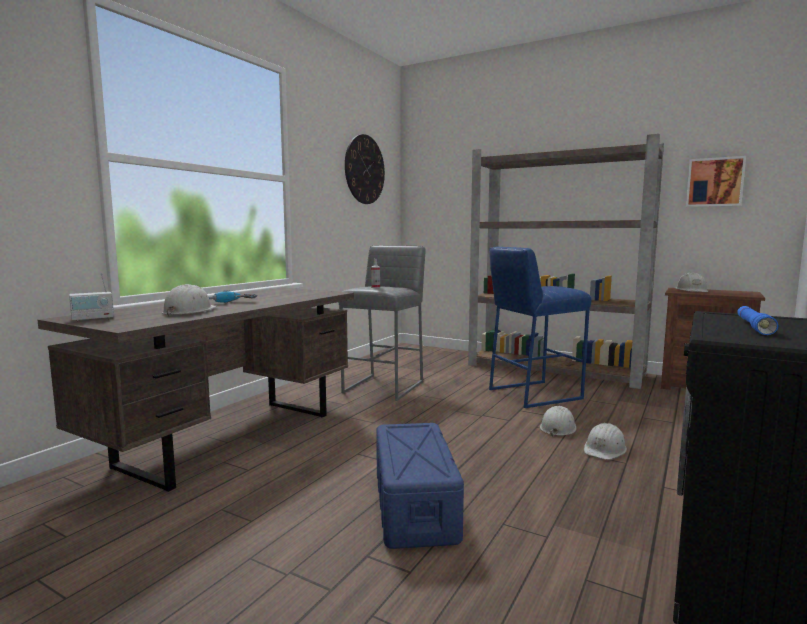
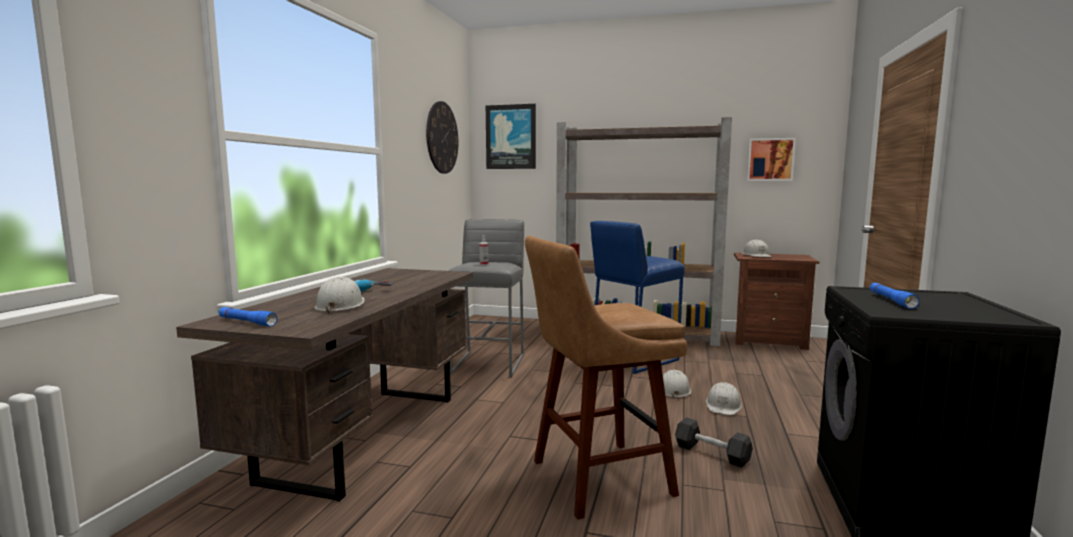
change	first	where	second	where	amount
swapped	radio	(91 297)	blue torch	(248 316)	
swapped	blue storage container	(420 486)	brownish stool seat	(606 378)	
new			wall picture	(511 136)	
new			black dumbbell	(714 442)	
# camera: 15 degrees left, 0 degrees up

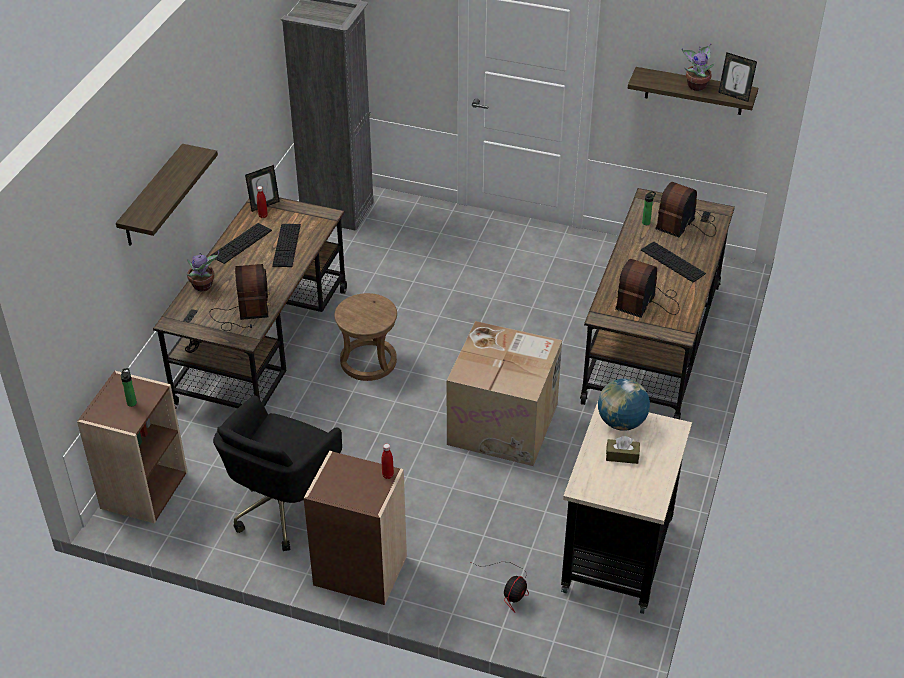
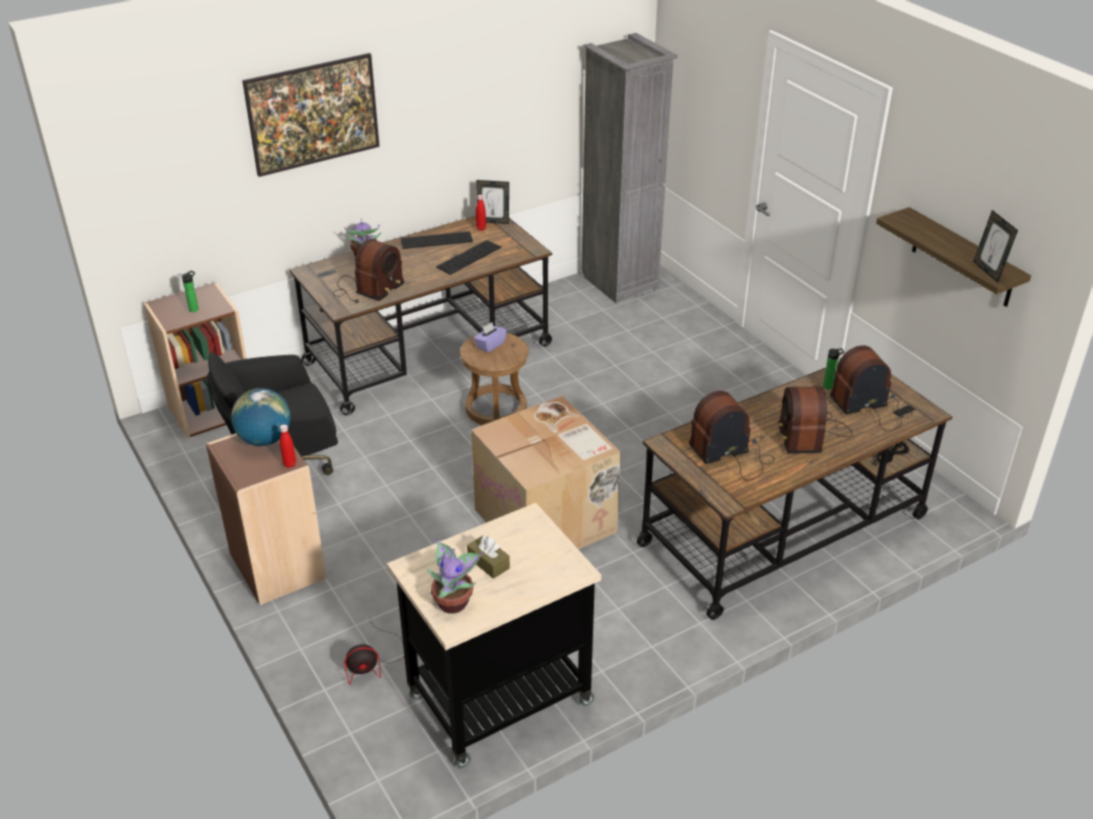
change	first	where	second	where	amount
swapped	wall shelf	(167 195)	wall picture	(311 115)	
shifted	globe	(624 405)		(261 417)	
swapped	PC keyboard	(673 262)	radio	(815 420)	
shifted	plant in a pot	(698 67)		(455 575)	
new			purple box of tissues	(490 337)	
# camera: 40 degrees right, 5 degrees down

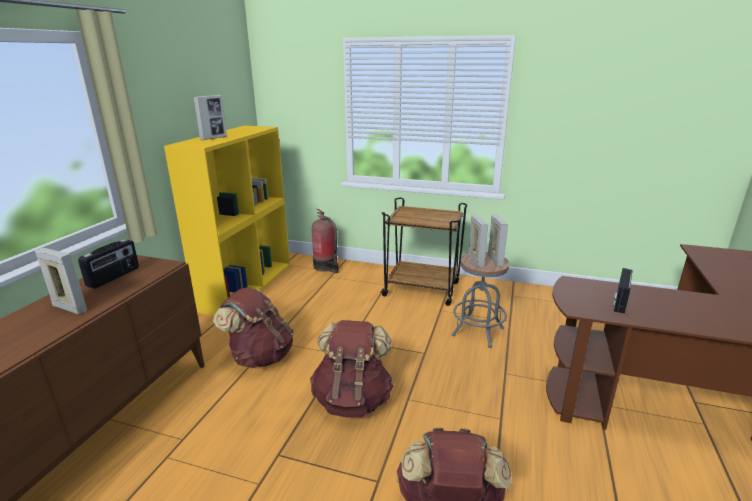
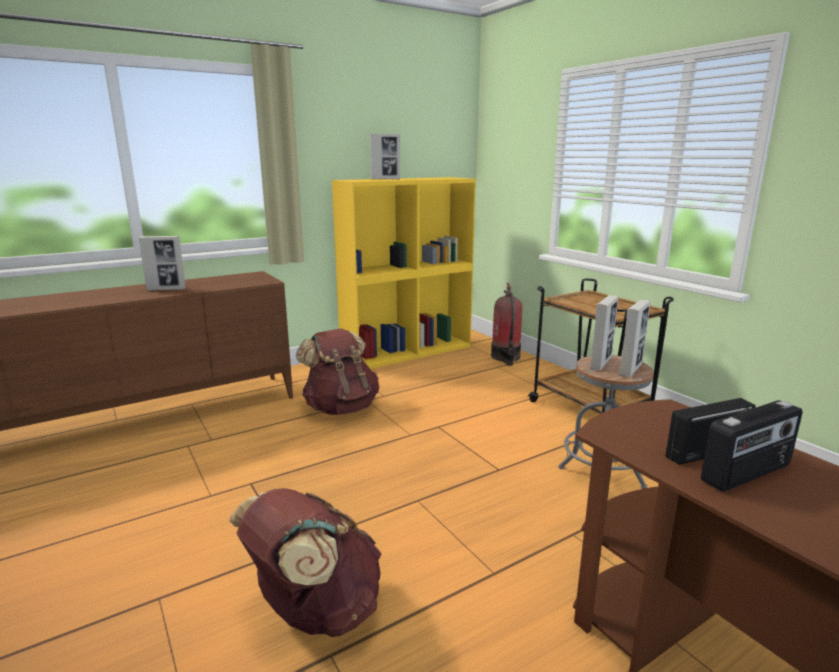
change	first	where	second	where	amount
rotated	standing frame	(61 281)		(162 263)	105 degrees clockwise
shifted	radio	(108 264)		(752 446)	
gone	brownish knapsack	(352 369)			
# camera: 40 degrees right, 5 degrees down

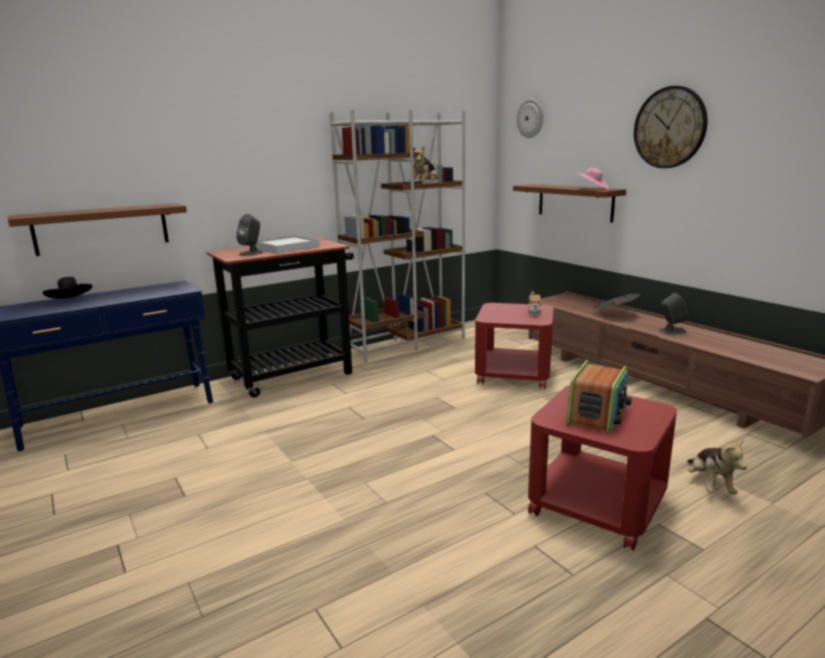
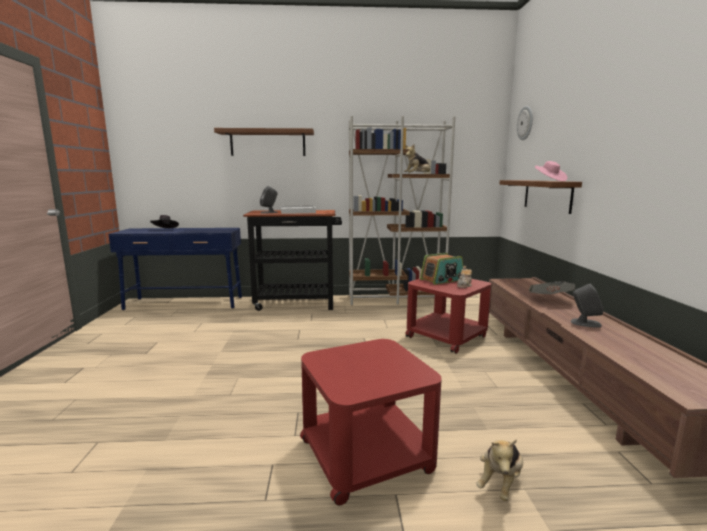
change	first	where	second	where	amount
shifted	brownish wall shelf	(97 229)		(264 142)	
shifted	radio	(599 397)		(441 269)	
gone	hanging clock	(671 127)			
# camera: 30 degrees right, 5 degrees down

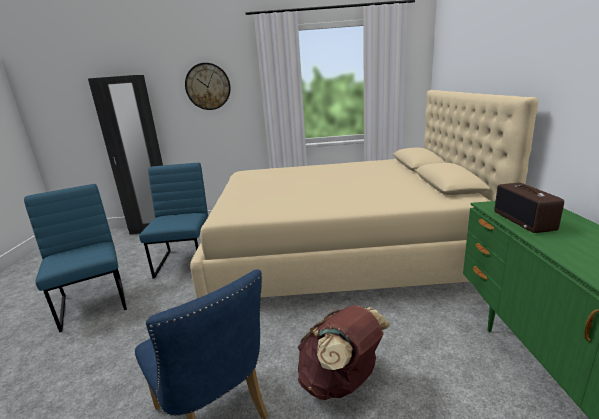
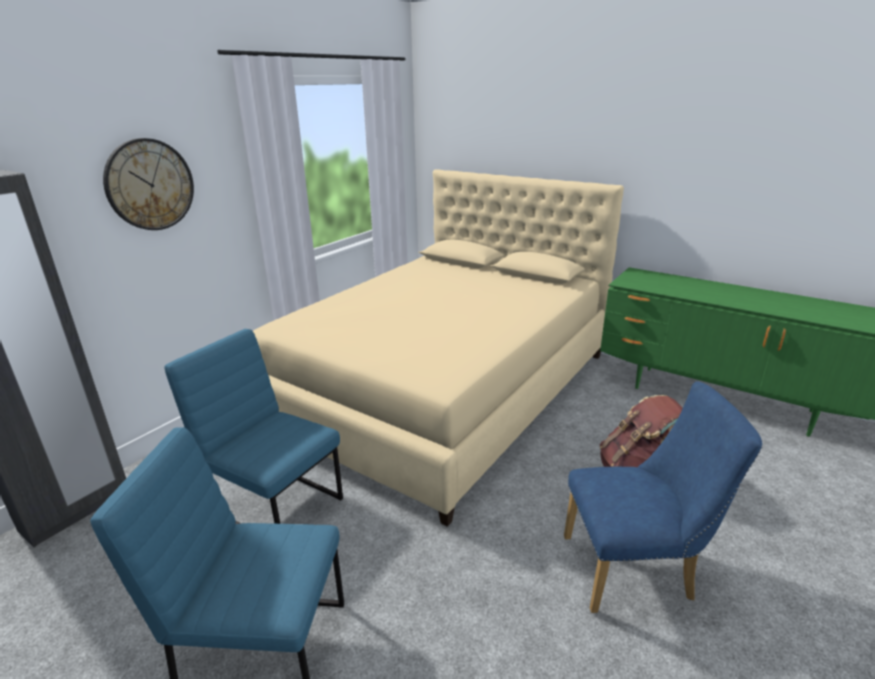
change	first	where	second	where	amount
gone	radio	(529 208)			
# camera: 55 degrees left, 5 degrees up

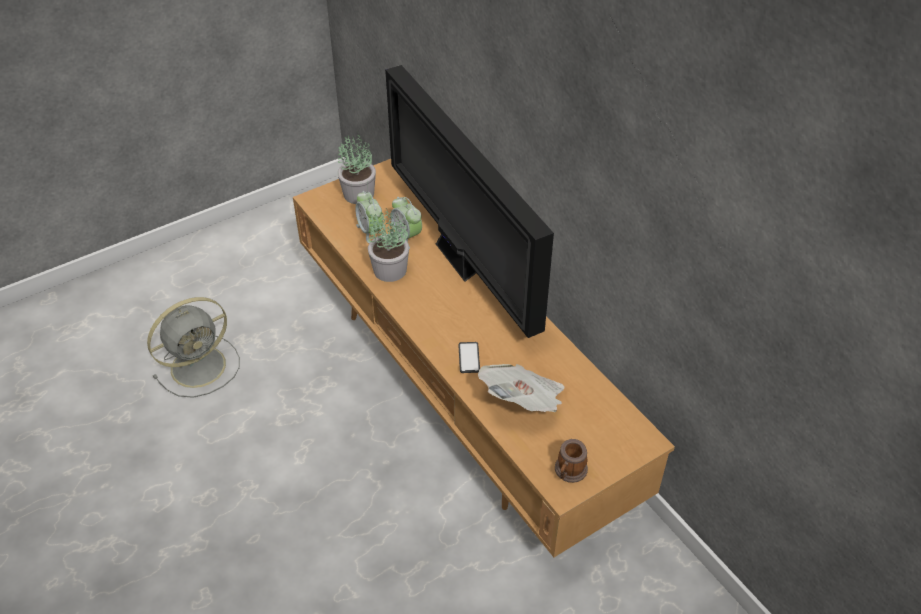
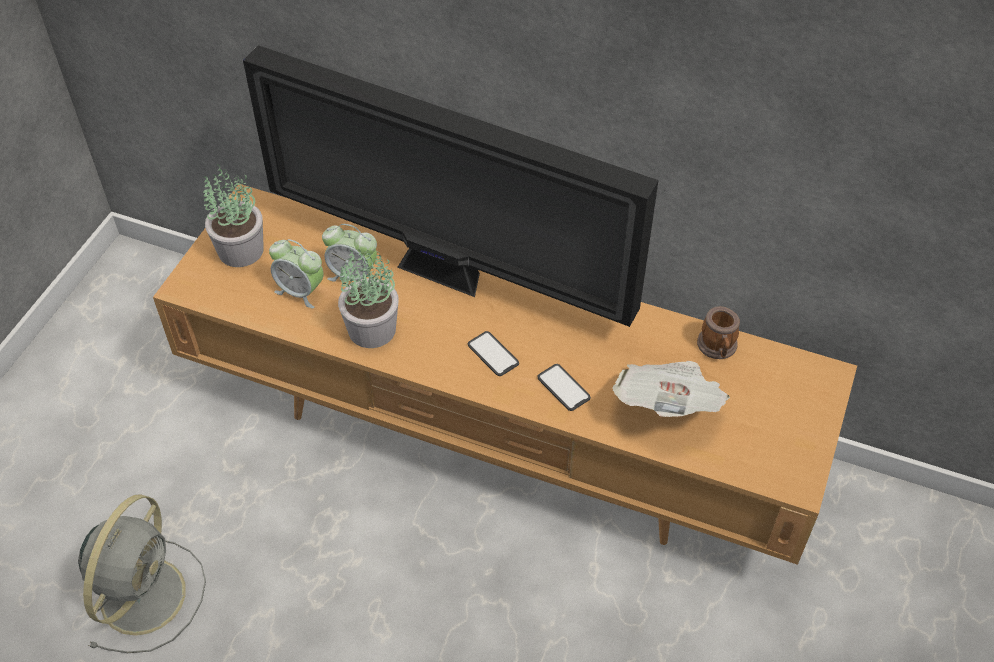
change	first	where	second	where	amount
shifted	mug	(571 461)		(718 332)	
new			telephone	(493 353)	
# camera: 35 degrees left, 5 degrees up

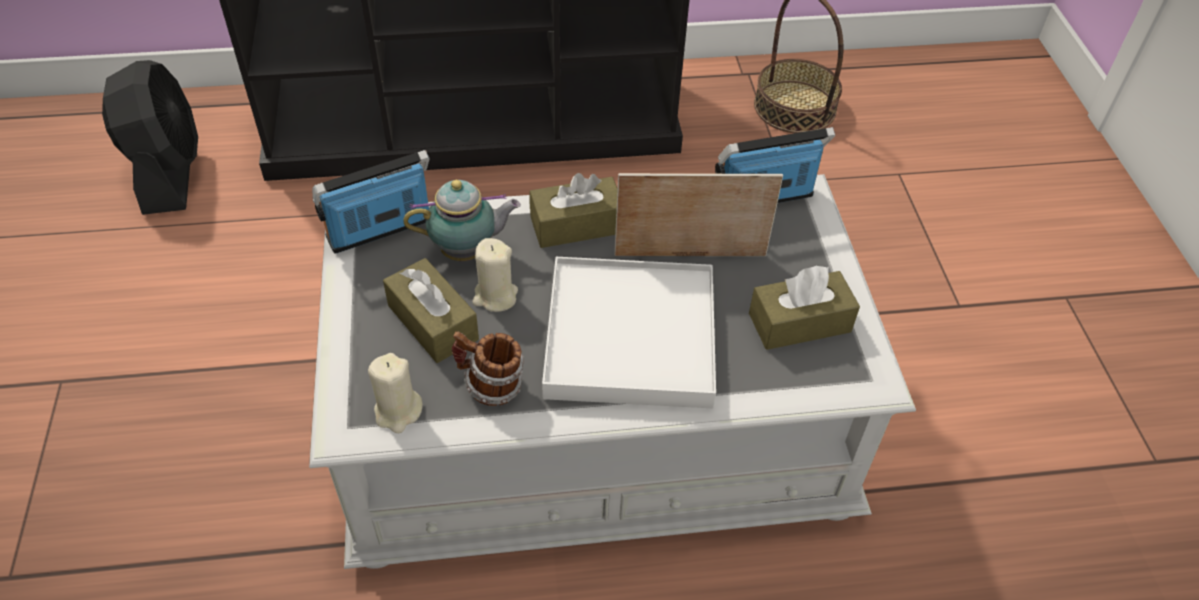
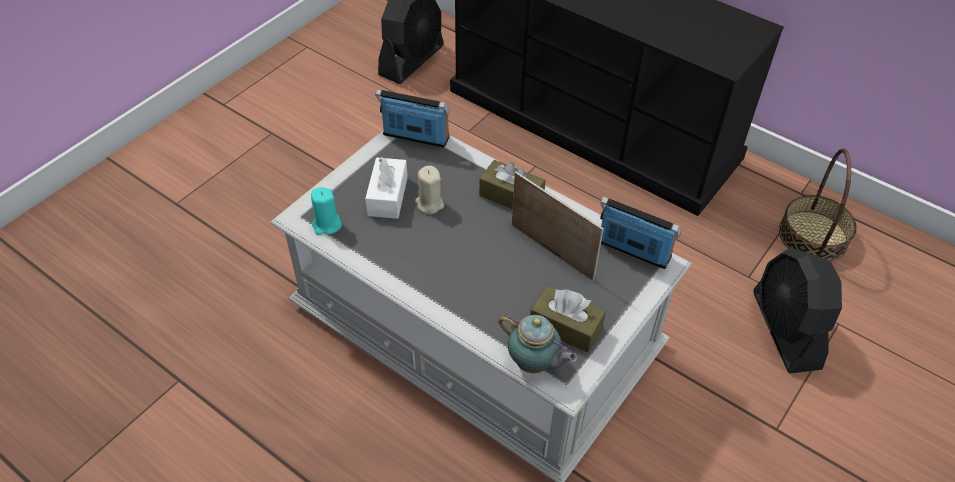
change	first	where	second	where	amount
repainted	beige-coloured wax candle	(395 393)	turquoise-coloured wax candle	(326 211)	
repainted	brownish box of tissues	(431 310)	white box of tissues	(386 188)	
shifted	pot for tea	(462 220)		(537 343)	
gone	mug	(488 368)			
gone	white serving tray	(629 333)			
new			black cooling fan	(797 310)	
# camera: 45 degrees right, 0 degrees up

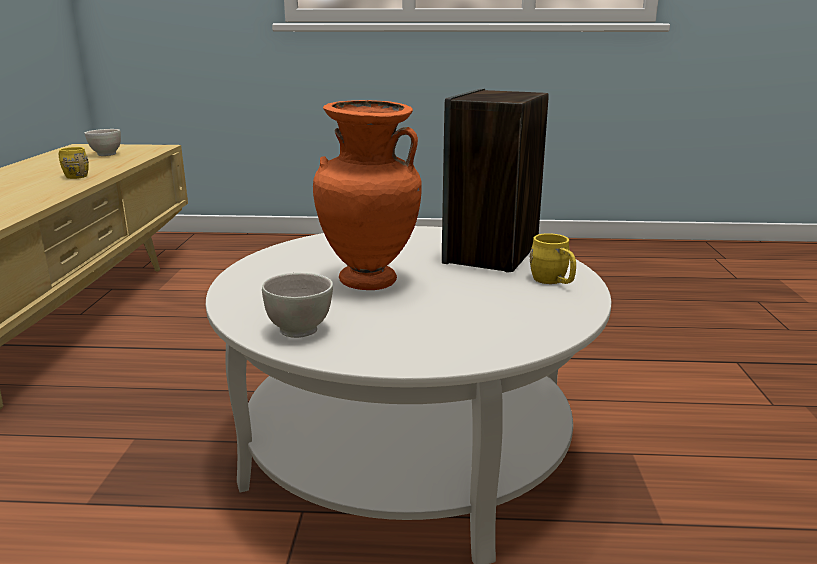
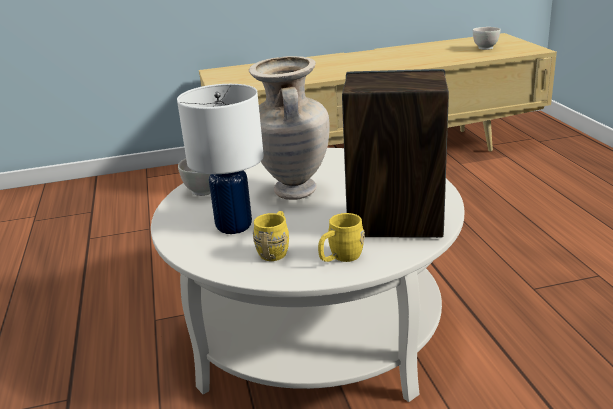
change	first	where	second	where	amount
shifted	yellow-coloured mug	(74 163)		(271 236)	
repainted	orange flower vase	(367 195)	beige-coloured flower vase	(289 128)	
new			white tabletop lamp	(220 159)	
# camera: 75 degrees right, 5 degrees up

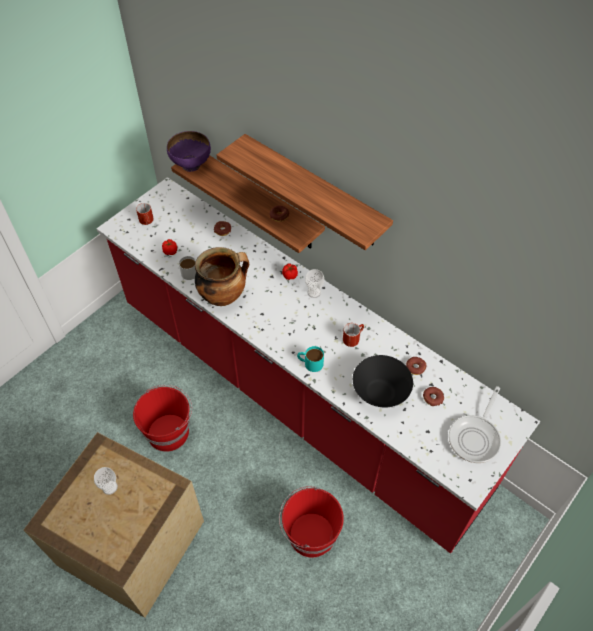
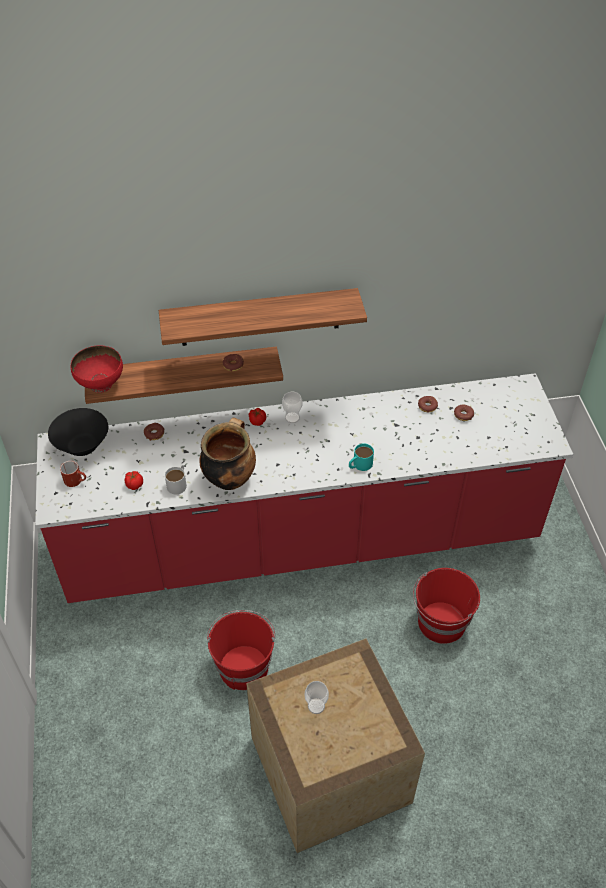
change	first	where	second	where	amount
repainted	purple serving bowl	(189 151)	red serving bowl	(97 369)	
gone	red mug	(353 335)			
shifted	black serving bowl	(383 381)		(78 432)	
gone	skillet	(475 424)			
# camera: 50 degrees left, 5 degrees down

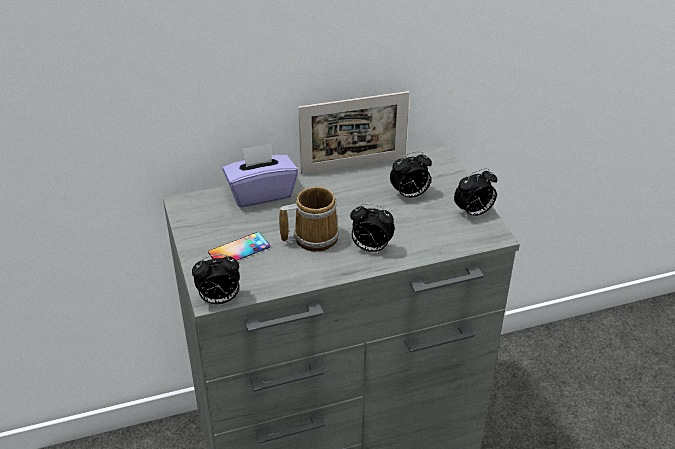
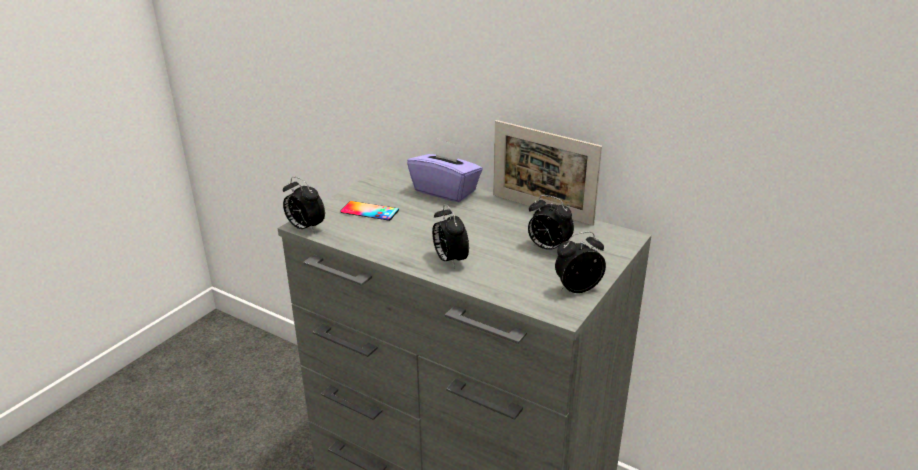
change	first	where	second	where	amount
gone	mug	(309 219)			
rotated	table clock	(476 193)		(580 262)	135 degrees clockwise
# camera: 50 degrees right, 10 degrees down

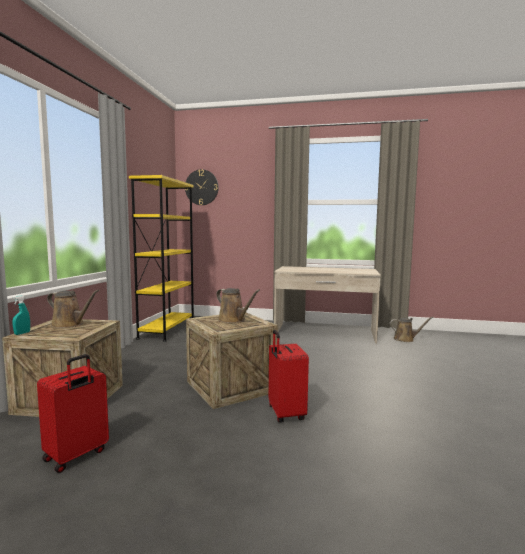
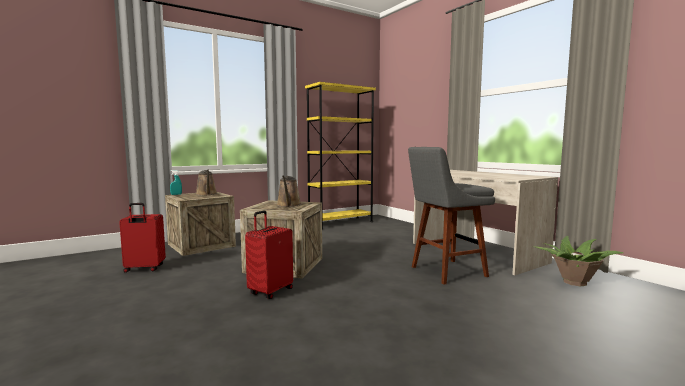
change	first	where	second	where	amount
gone	hanging clock	(202 187)			
swapped	brownish sprinkling can	(412 329)	plant in a pot	(578 261)	
new			greyish stool seat	(451 216)	
# camera: 45 degrees right, 0 degrees up

